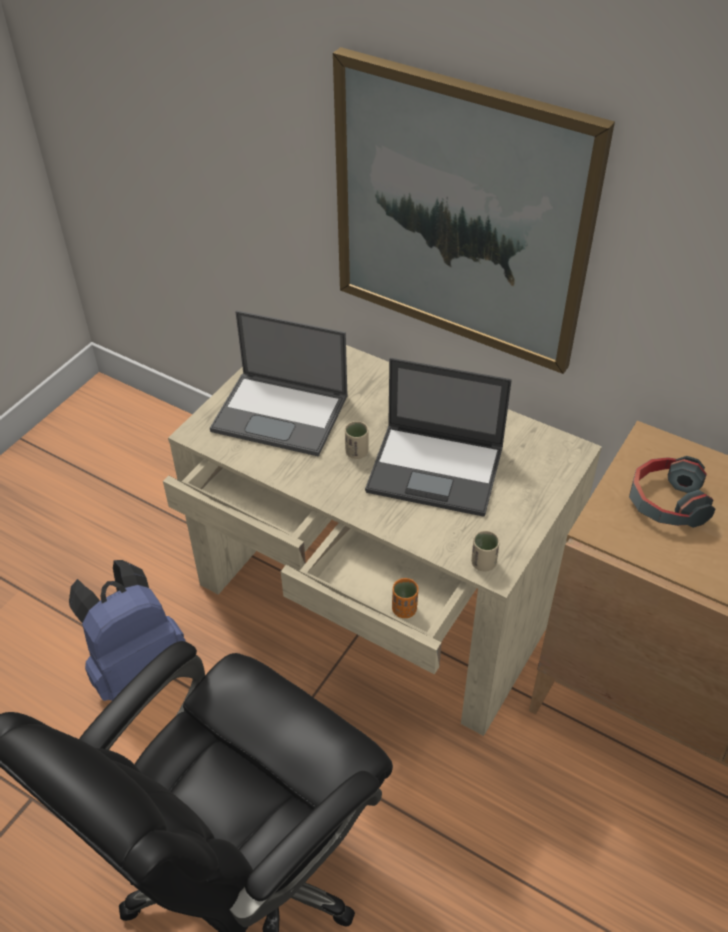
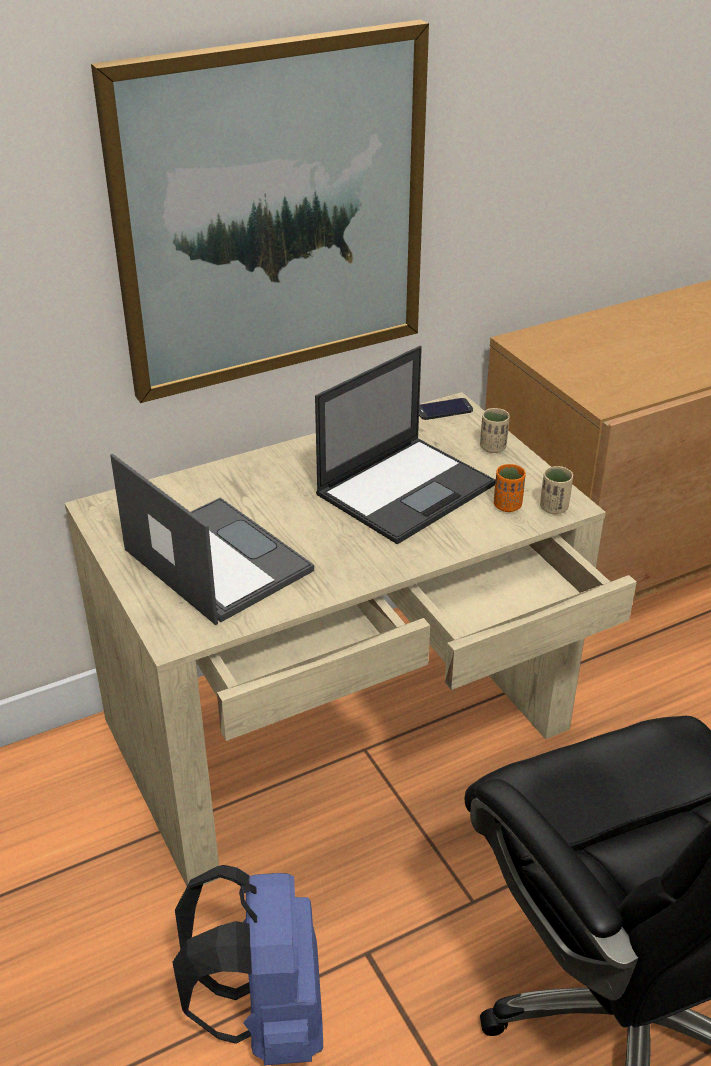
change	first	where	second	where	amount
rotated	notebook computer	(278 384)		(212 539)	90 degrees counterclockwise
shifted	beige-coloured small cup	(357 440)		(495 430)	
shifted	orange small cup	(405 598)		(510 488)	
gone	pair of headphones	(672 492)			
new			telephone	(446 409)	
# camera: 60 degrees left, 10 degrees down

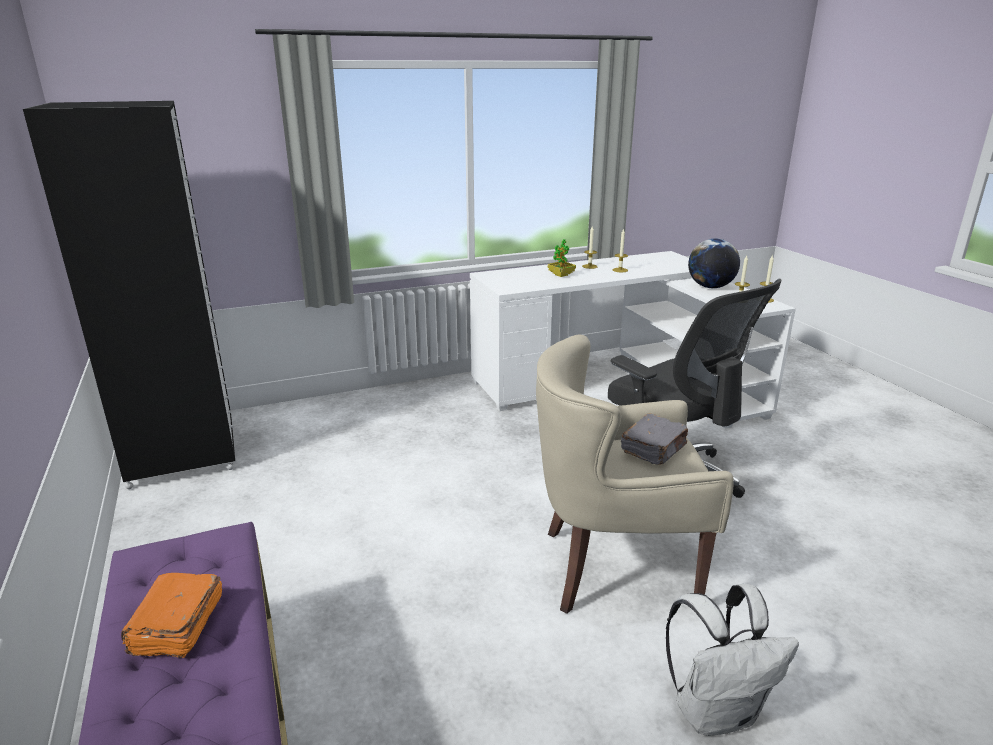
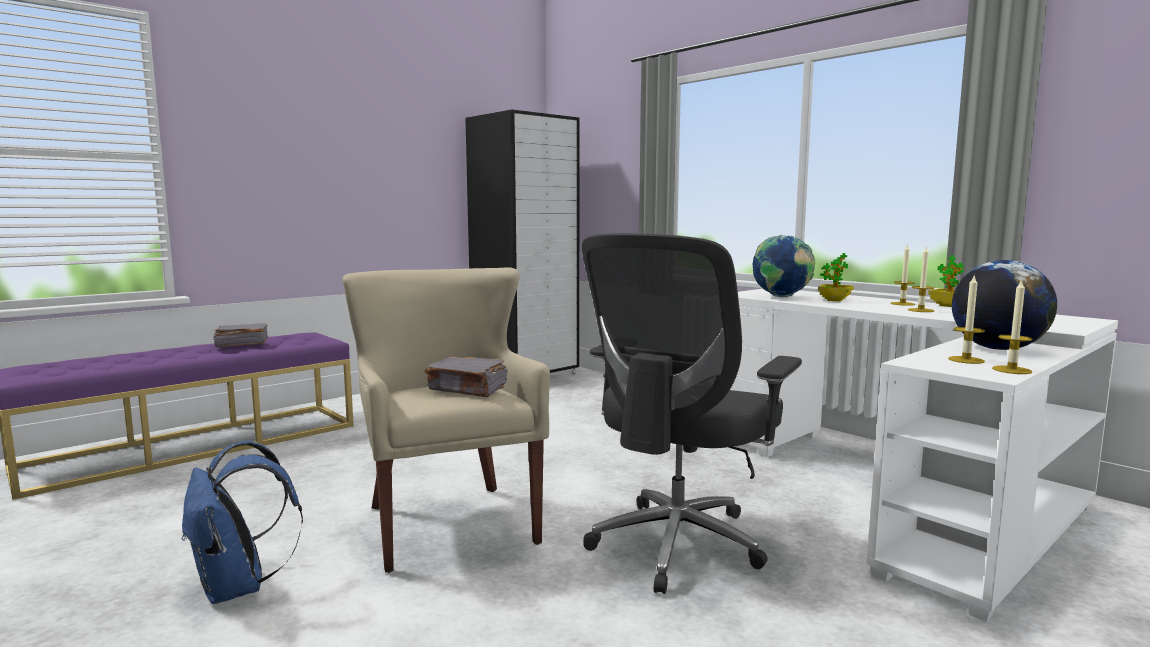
change	first	where	second	where	amount
repainted	orange book	(171 615)	greyish book	(240 335)	
repainted	white knapsack	(732 660)	blue knapsack	(242 522)	
new			globe	(784 266)	
new			plant in a pot	(946 281)	
# camera: 70 degrees right, 15 degrees down

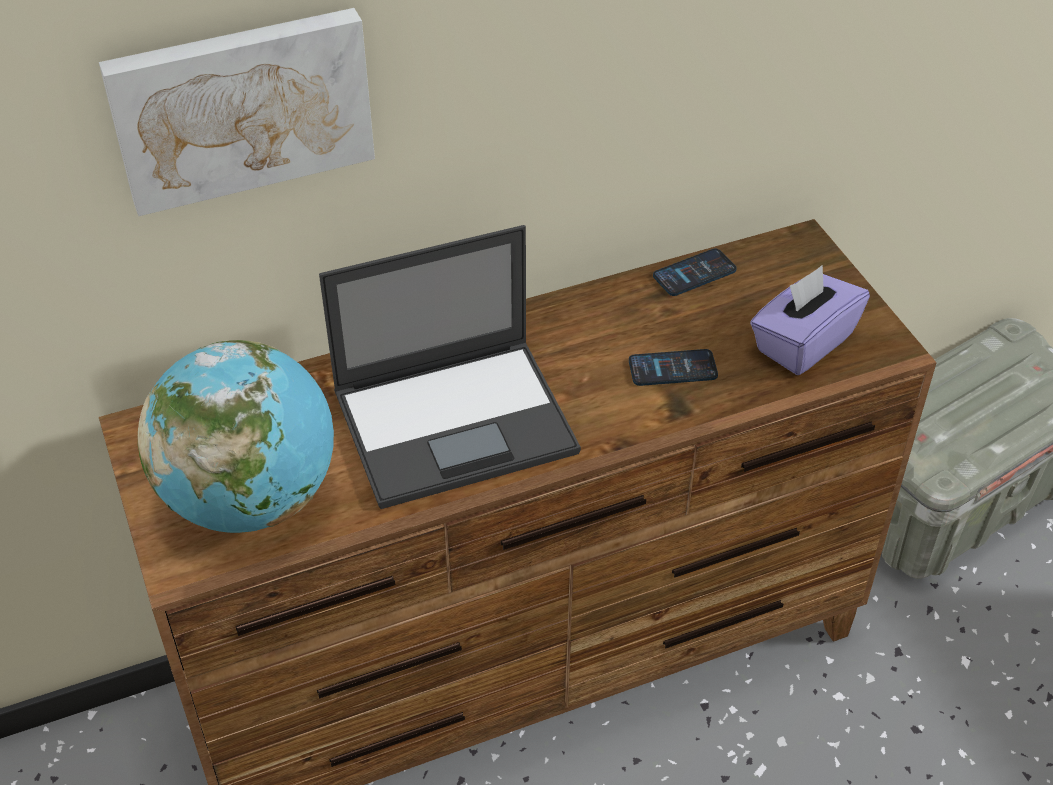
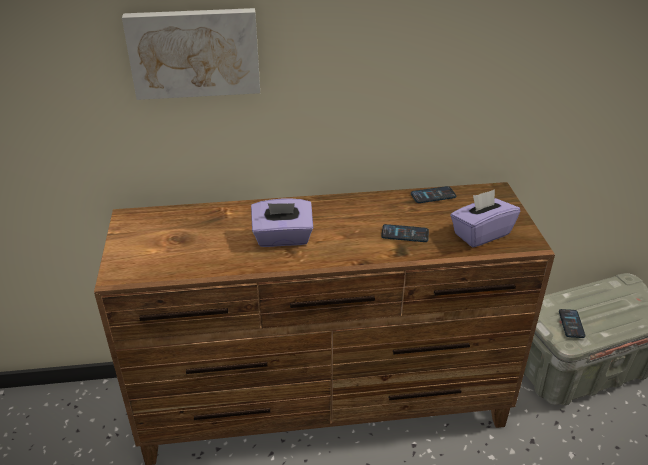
change	first	where	second	where	amount
gone	globe	(236 436)			
swapped	notebook computer	(450 367)	purple box of tissues	(282 223)	
new			telephone	(572 323)	
# camera: 15 degrees right, 10 degrees down

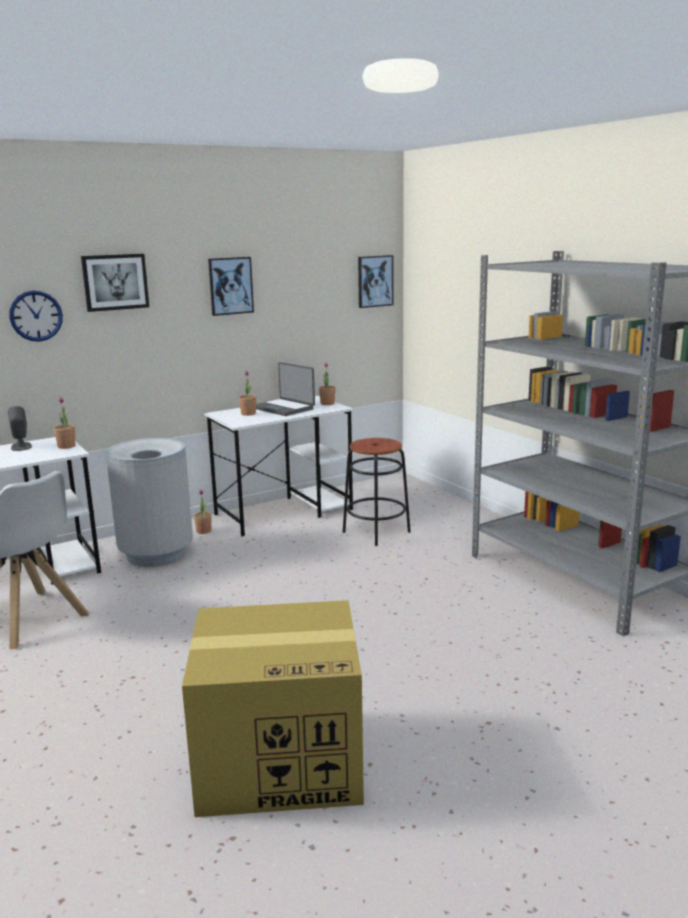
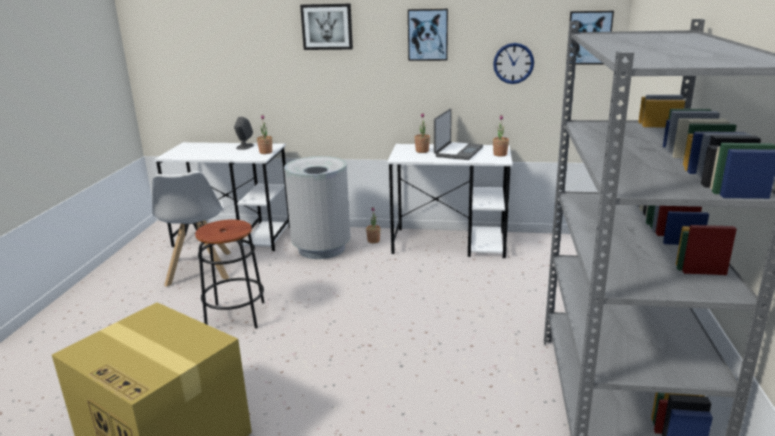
change	first	where	second	where	amount
shifted	hanging clock	(36 316)		(513 63)	
rotated	notebook computer	(285 389)		(458 134)	150 degrees counterclockwise
shifted	black stool seat	(377 492)		(230 274)	
# camera: 40 degrees right, 5 degrees up

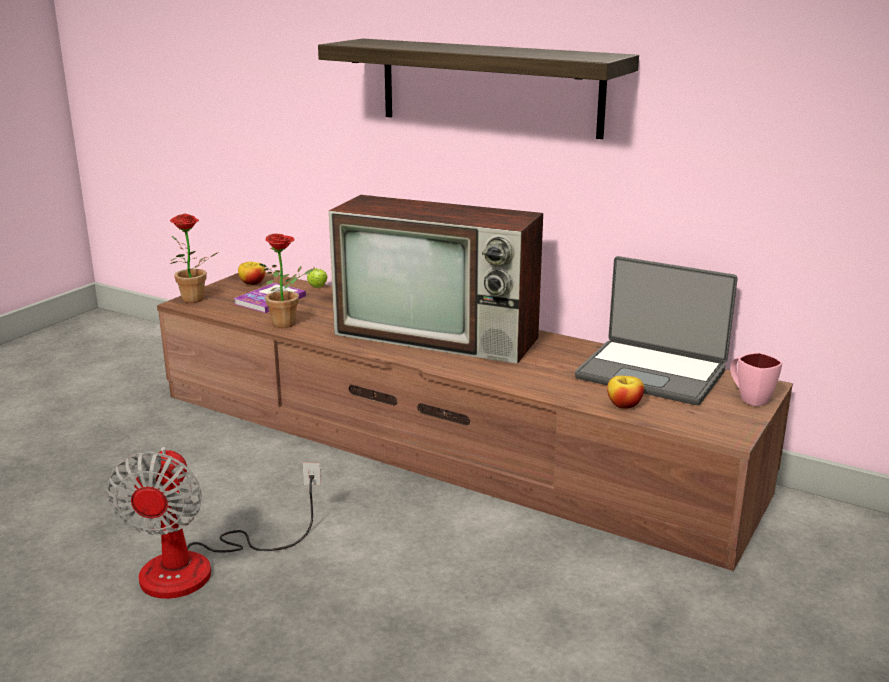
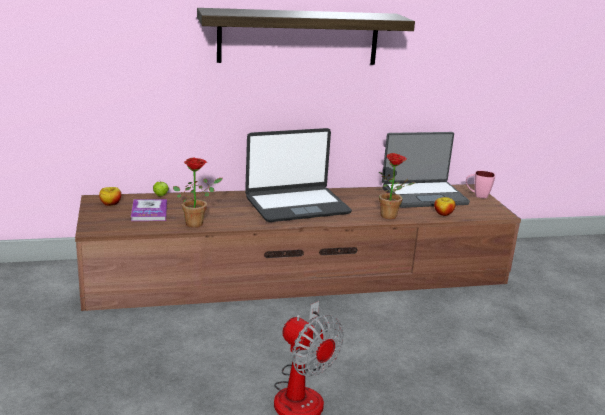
change	first	where	second	where	amount
shifted	plant in a pot	(194 258)		(397 186)	
swapped	TV set	(436 279)	notebook computer	(298 175)	
# camera: 45 degrees left, 0 degrees up

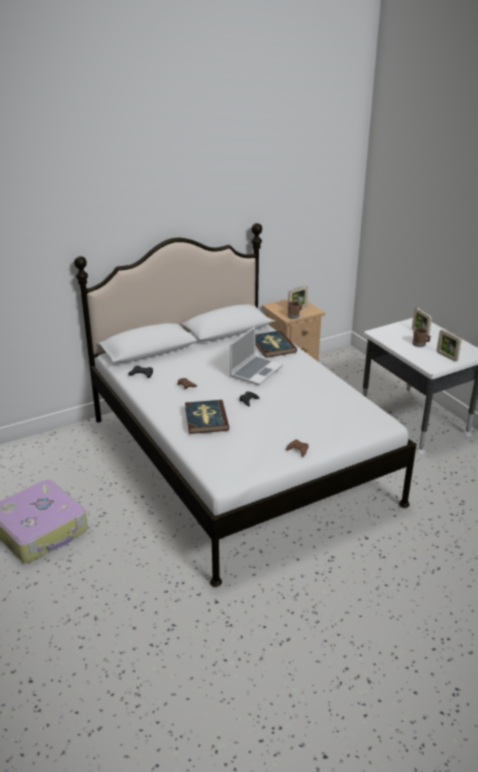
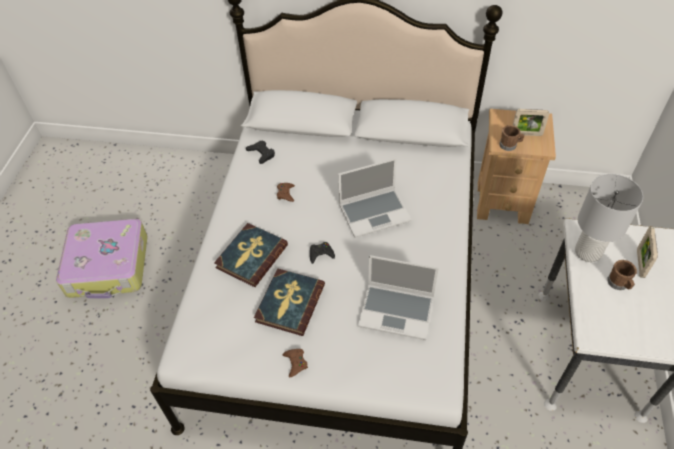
change	first	where	second	where	amount
shifted	book	(276 344)		(289 302)	
gone	standing frame	(449 346)			
new			notebook computer	(398 297)	
new			greyish tabletop lamp	(609 218)	
# camera: 40 degrees right, 20 degrees up

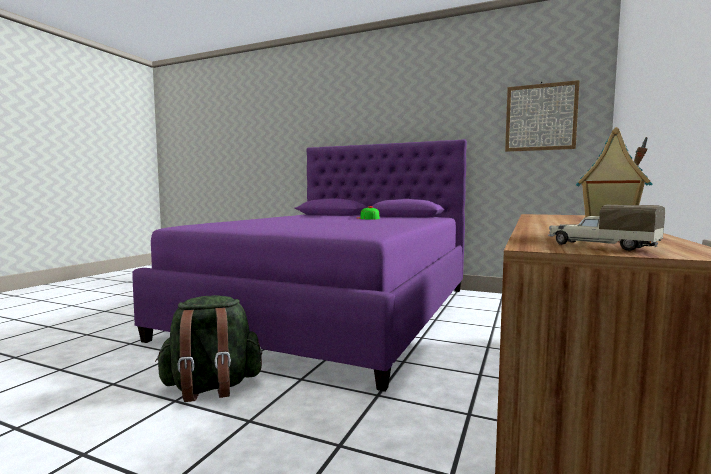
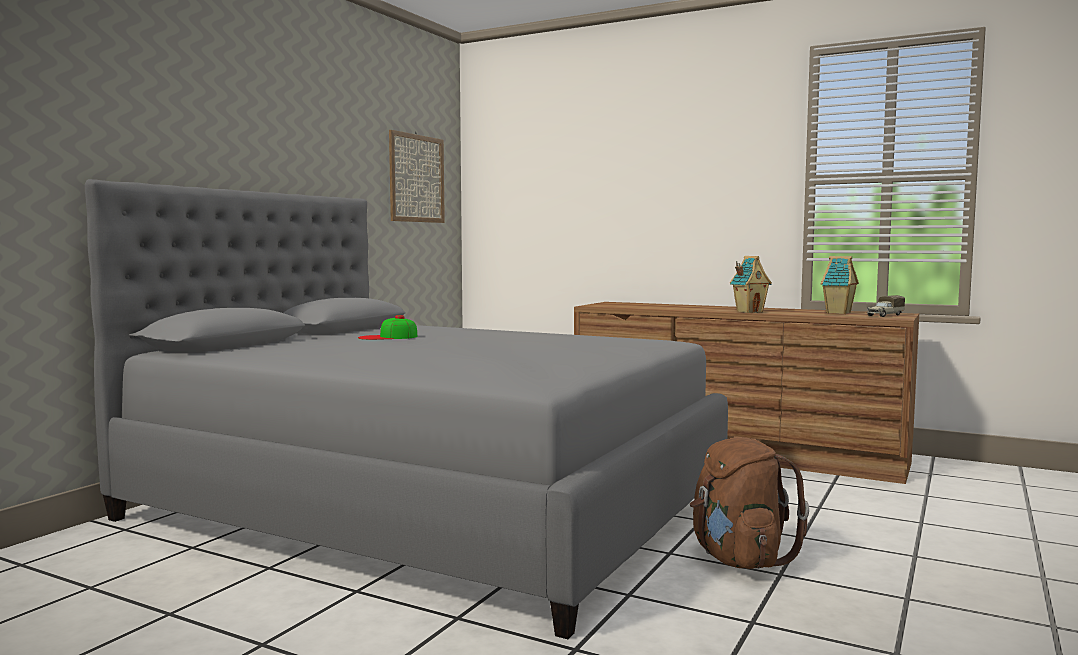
change	first	where	second	where	amount
repainted	purple bedroom bed	(299 265)	greyish bedroom bed	(406 409)	
repainted	greenish knapsack	(208 348)	brownish knapsack	(749 503)	
new			miniature house	(751 284)	
# camera: 85 degrees left, 0 degrees up

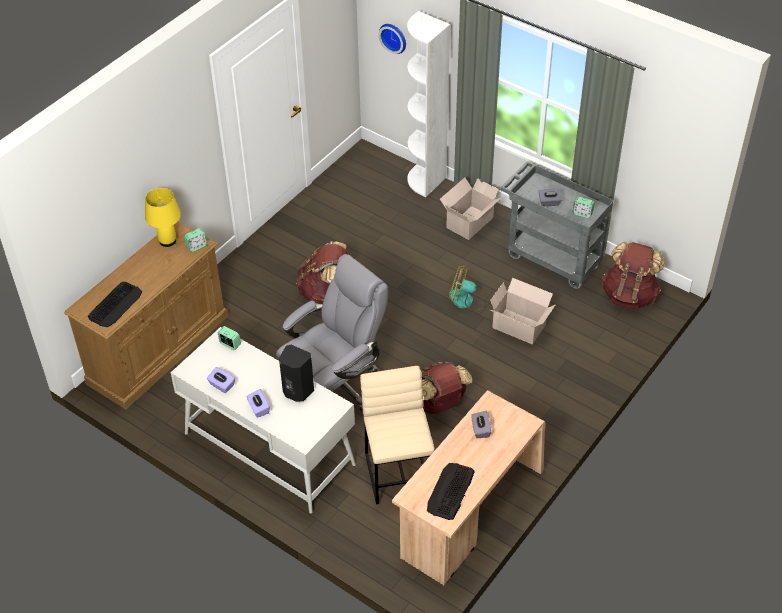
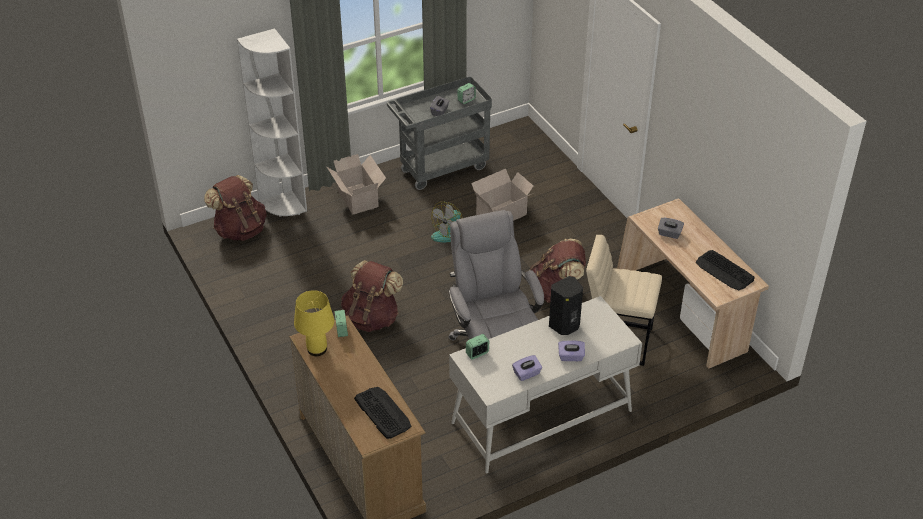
change	first	where	second	where	amount
gone	hanging clock	(392 39)			
shifted	brownish knapsack	(633 276)		(235 208)	
# camera: 65 degrees left, 5 degrees down

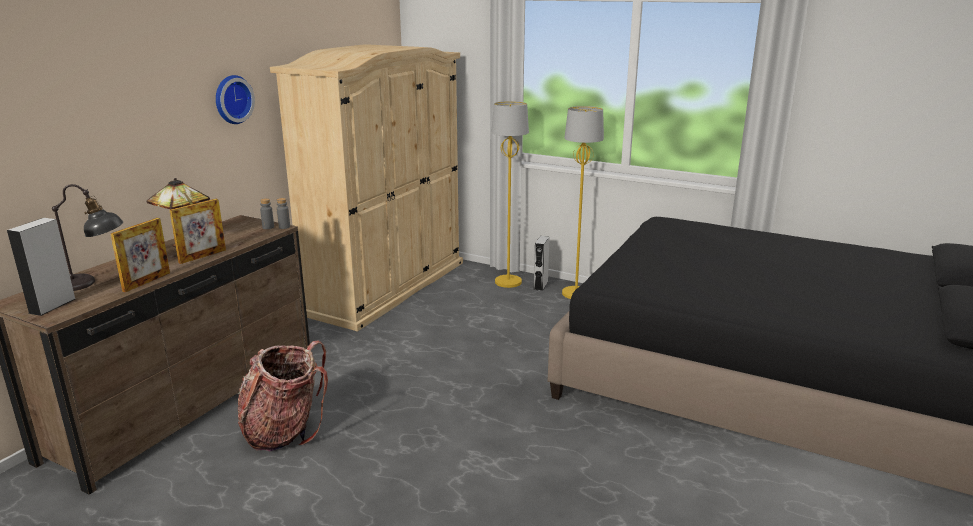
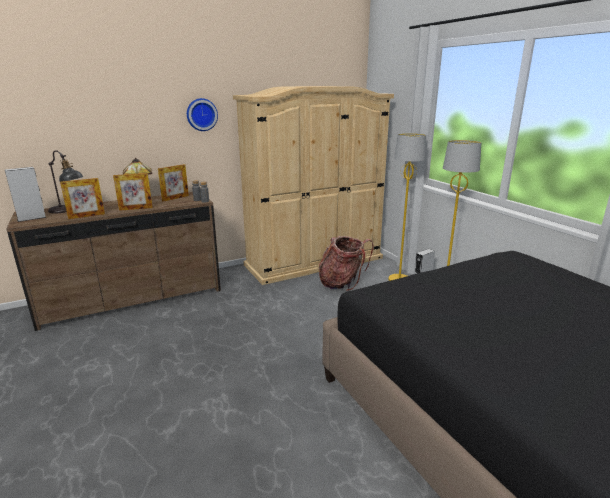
change	first	where	second	where	amount
shifted	knapsack	(283 395)		(346 263)	
new			standing frame	(173 183)	
# camera: 35 degrees right, 0 degrees up

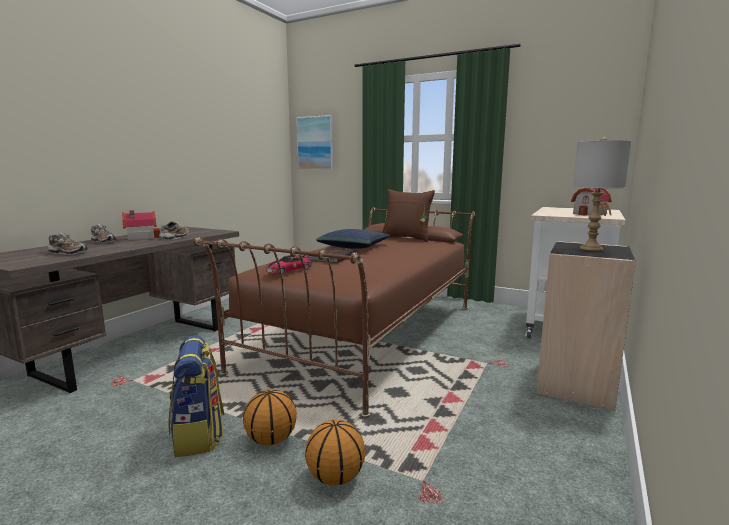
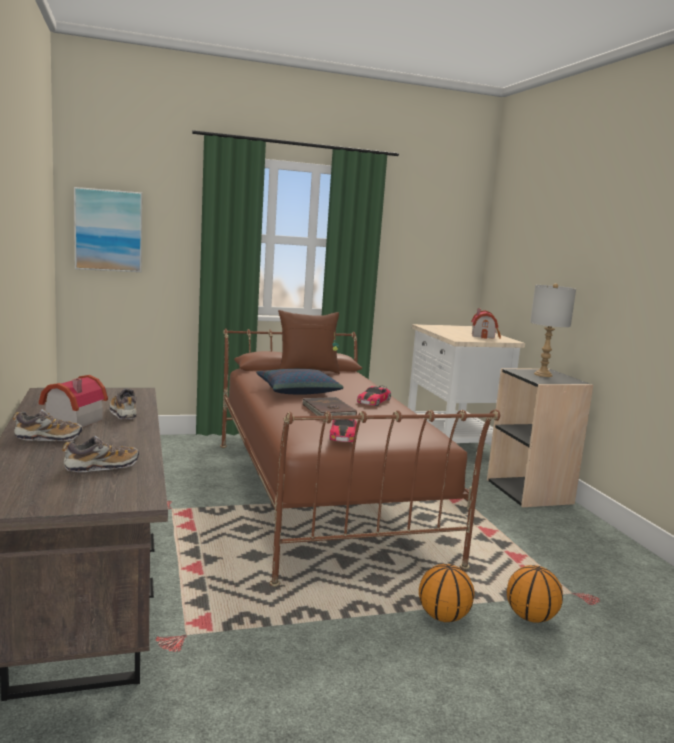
change	first	where	second	where	amount
gone	knapsack	(196 396)			
new			toy car	(374 396)	
# camera: 45 degrees left, 0 degrees up

